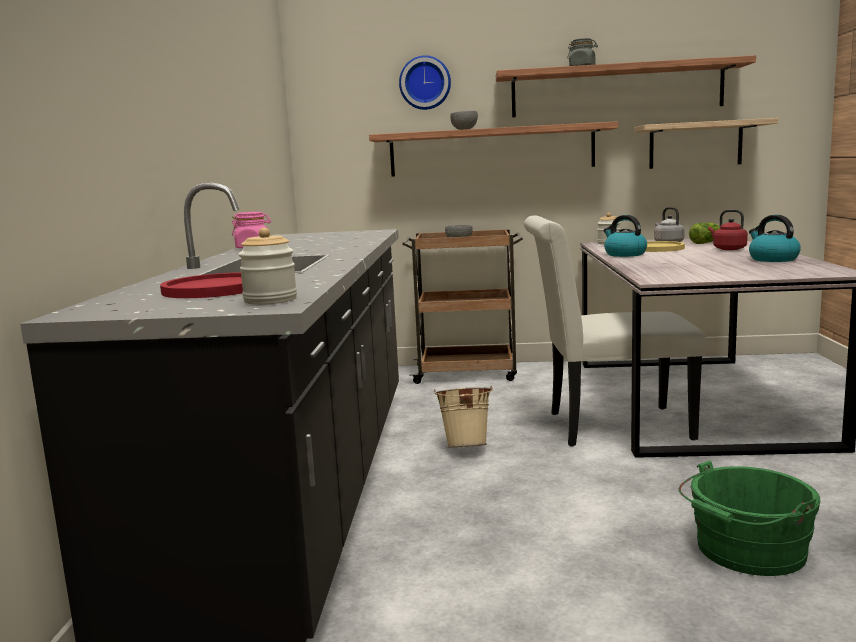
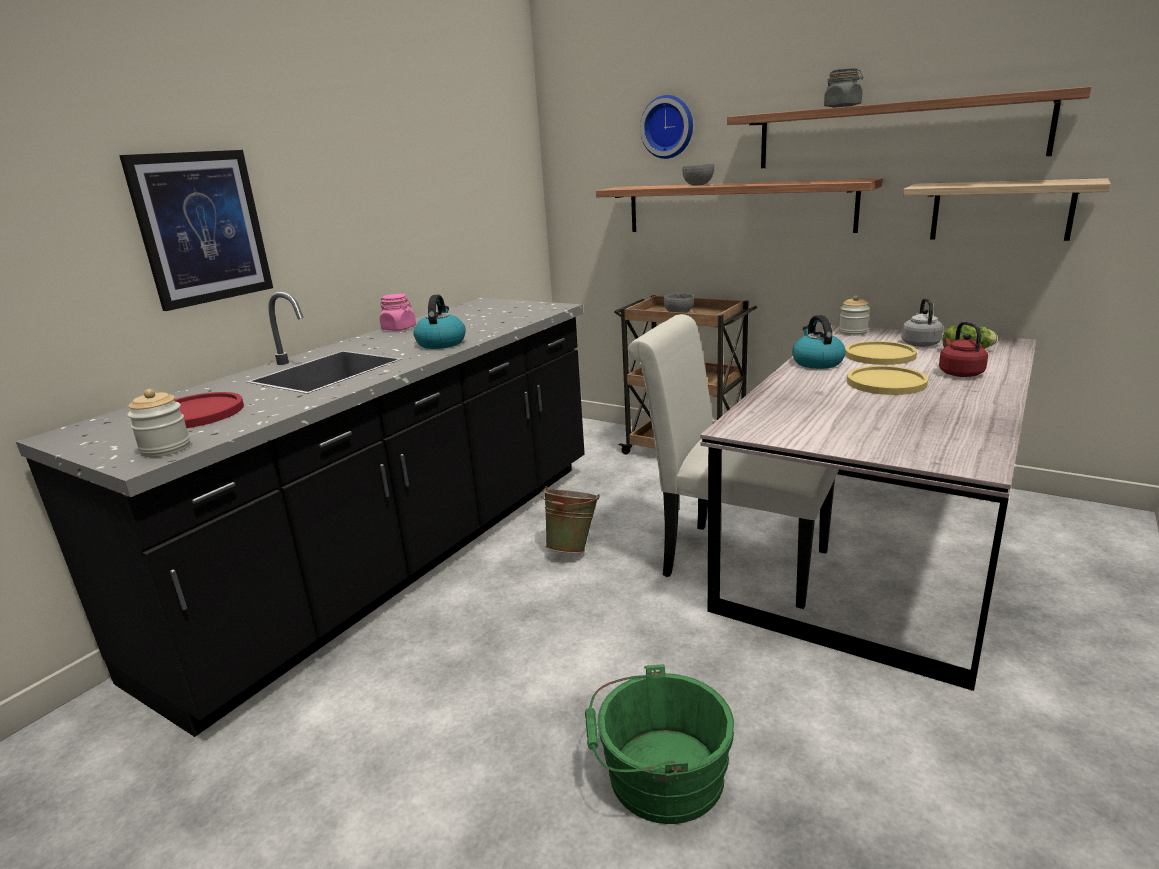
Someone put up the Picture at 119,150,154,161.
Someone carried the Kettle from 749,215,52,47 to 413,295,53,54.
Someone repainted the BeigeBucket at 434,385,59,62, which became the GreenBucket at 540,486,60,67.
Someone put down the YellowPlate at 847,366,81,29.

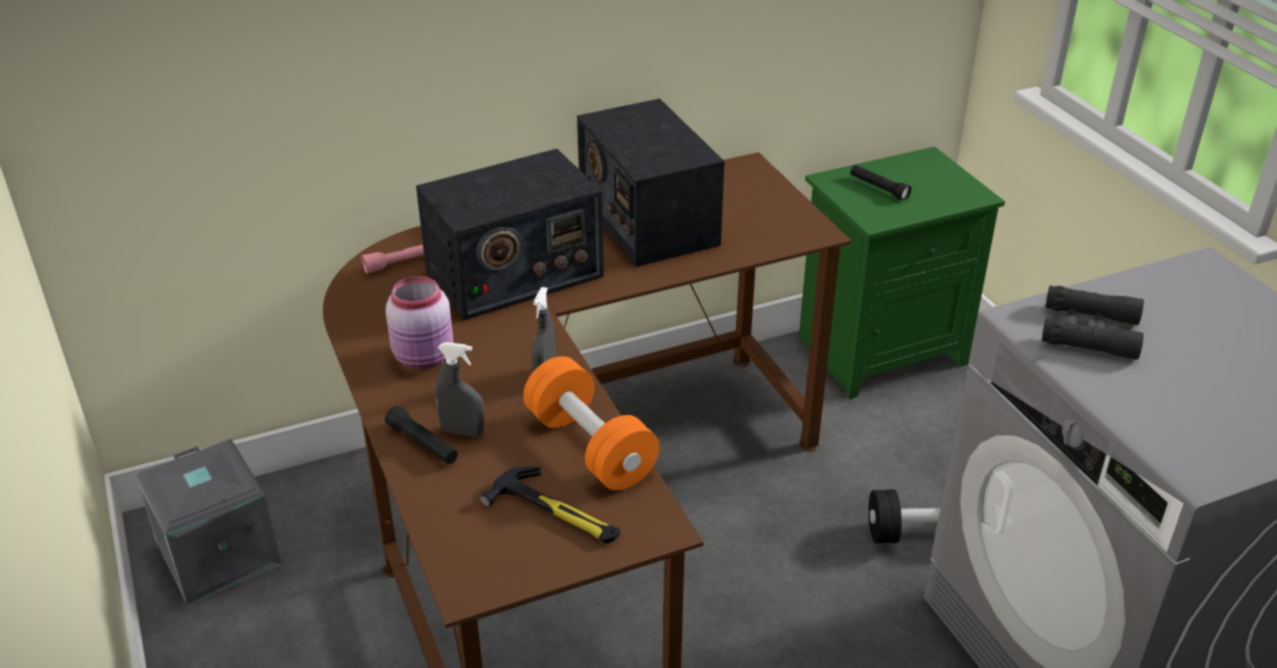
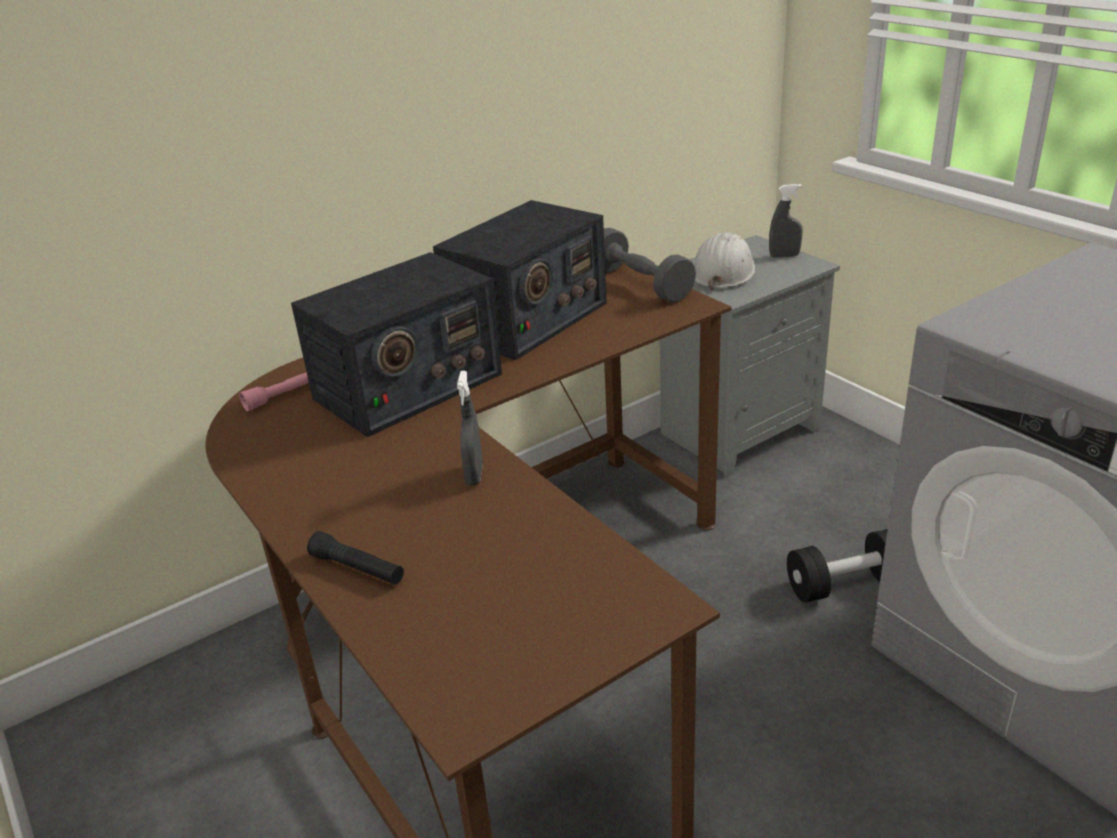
Someone rotated the Radio at 577,99,148,168 by 105 degrees counterclockwise.
Someone put down the GreyDumbbell at 604,228,92,75.
Someone repainted the GreenNightstand at 799,146,206,253, which became the GreyNightstand at 660,235,180,242.
Someone swapped the BlackFlashlight at 850,165,61,36 for the WhiteHardHat at 694,232,61,59.
Someone carried the GreySprayBottle from 435,342,49,94 to 769,184,34,74.
Someone took away the GreyStorageBox at 136,439,146,166.
Someone took away the PinkJar at 386,276,67,94.
Someone took away the Hammer at 480,466,140,78.
Someone took away the OrangeDumbbell at 523,356,137,135.
Someone took away the BlackBinoculars at 1042,286,102,74.

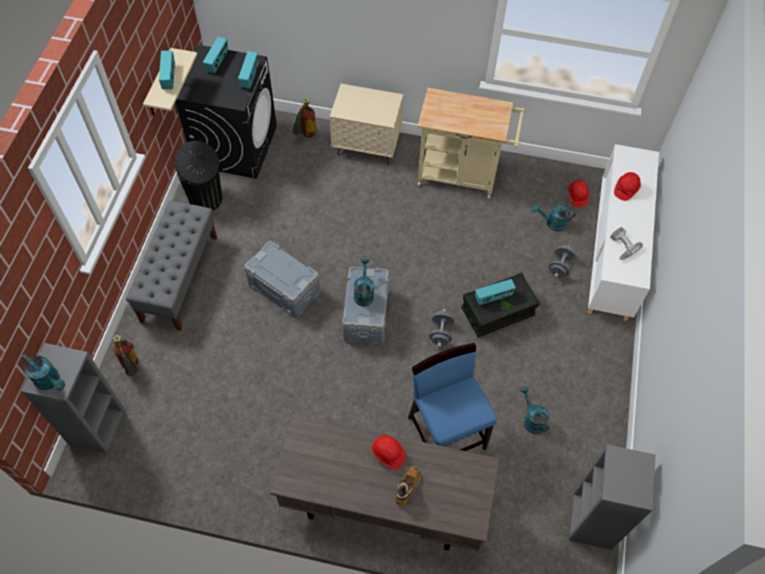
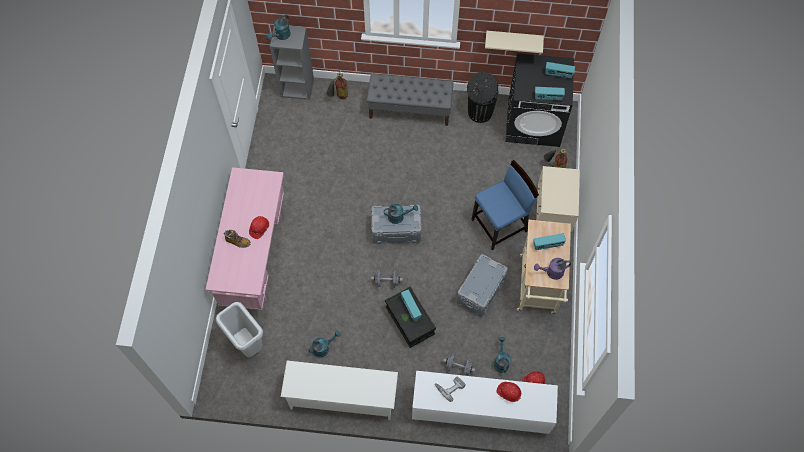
Someone repainted the BrownDesk at 270,414,229,137, which became the PinkDesk at 206,167,78,143.
Someone put down the GreyTrashCan at 216,302,47,55.
Someone put down the WhiteShoeRack at 281,361,117,59.
Someone carried the GreyStorageBox from 244,241,76,77 to 456,254,52,63.
Someone carried the BlueChair from 408,343,88,108 to 471,160,68,90.
Someone carried the Radio from 159,50,16,40 to 533,233,33,17.
Someone put down the PurpleWateringCan at 534,258,37,22.
Someone took away the GreyBookcase at 569,444,87,106.

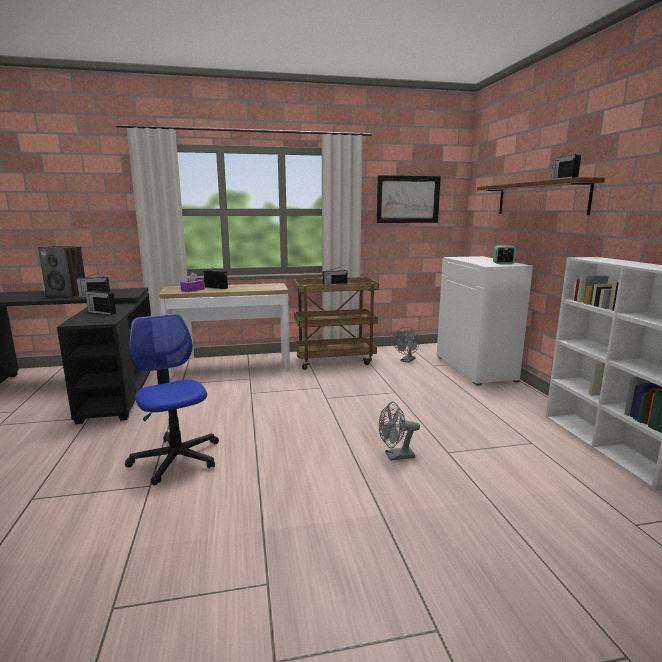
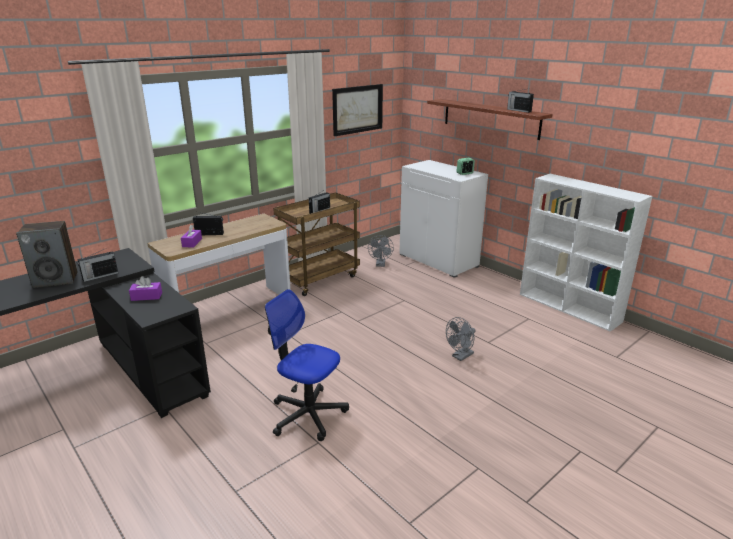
Someone swapped the Radio at 85,287,31,28 for the PurpleTissueBox at 129,276,33,25.

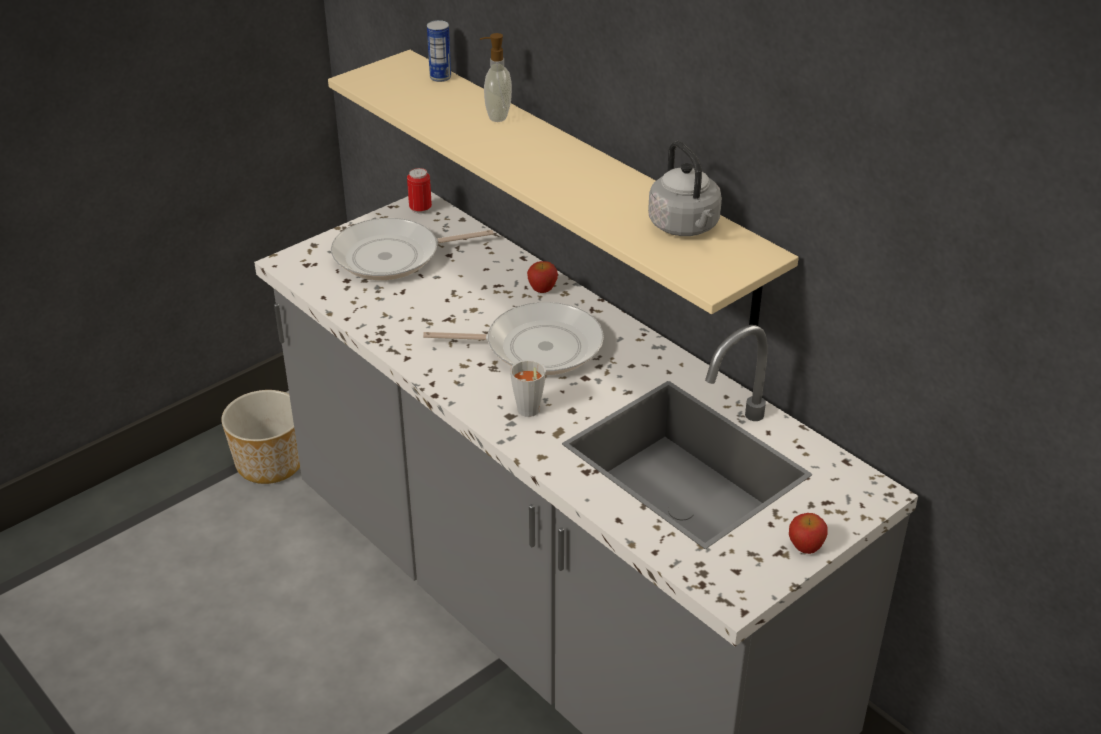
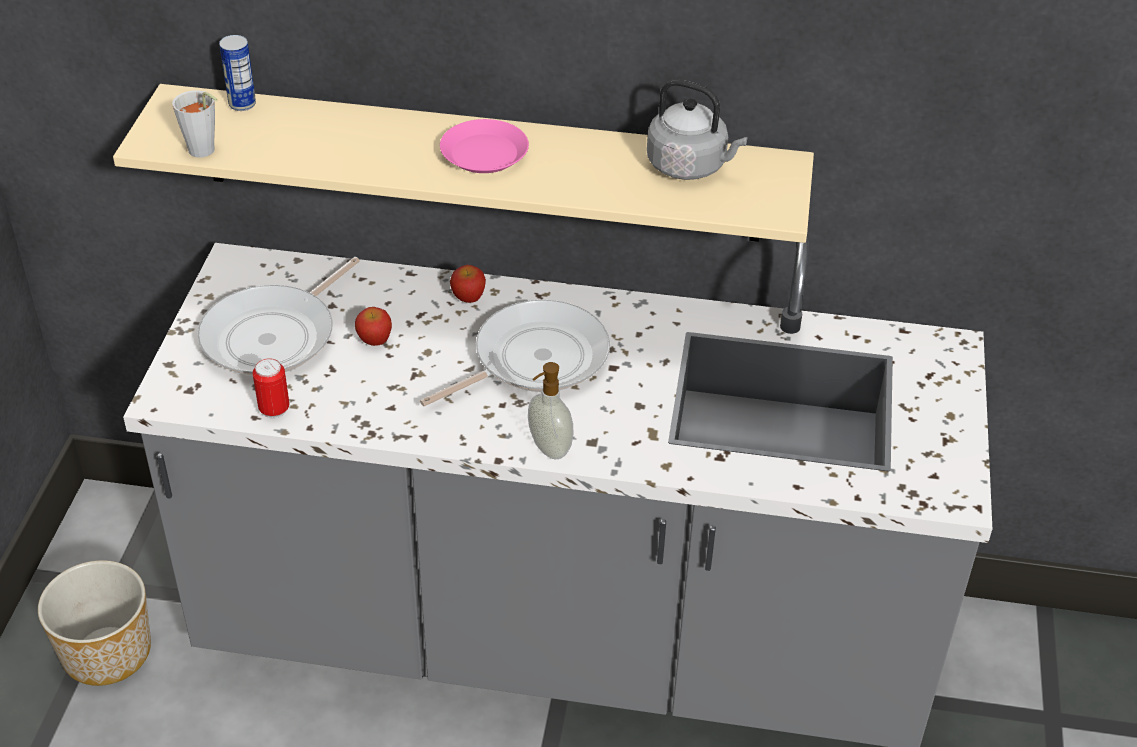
Someone carried the GreyCup from 510,359,36,58 to 172,90,45,68.
Someone carried the Can from 407,168,25,46 to 253,358,37,60.
Someone carried the Apple from 789,513,39,41 to 355,307,37,39.
Someone put down the PinkPlate at 440,119,89,54.
Someone carried the SoapDispenser from 480,33,32,89 to 528,362,45,97.

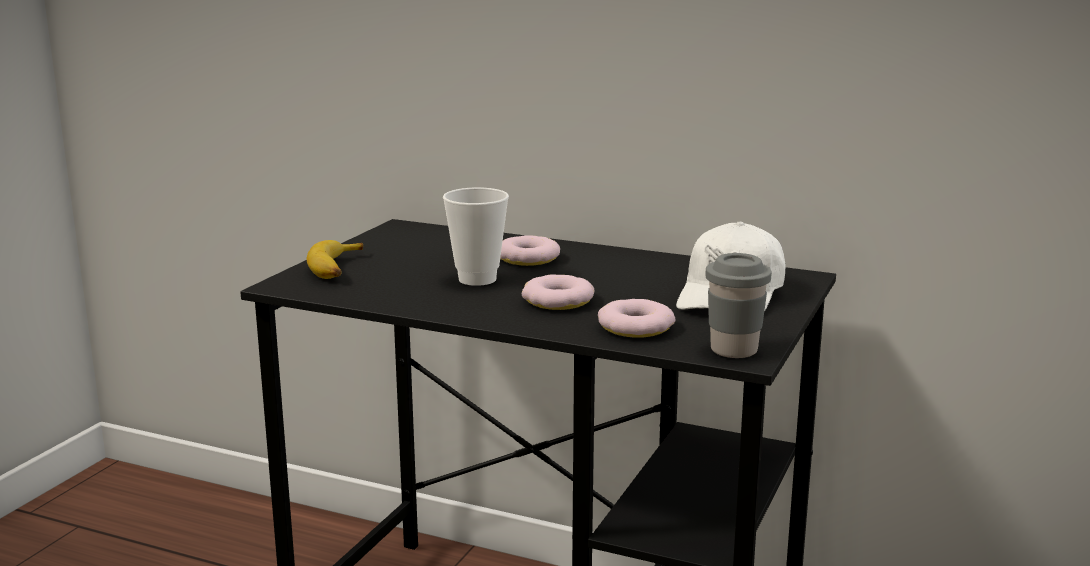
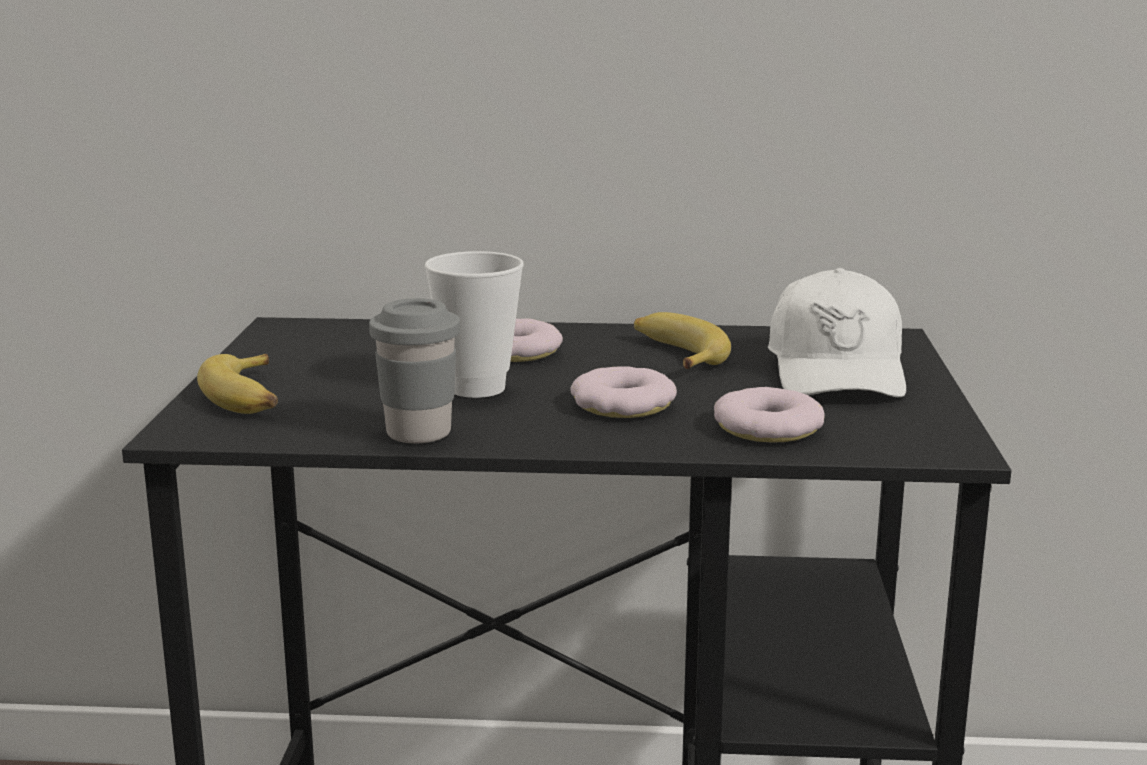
Someone carried the GreyCup from 705,253,67,105 to 369,298,91,146.
Someone put down the Banana at 634,312,97,57.

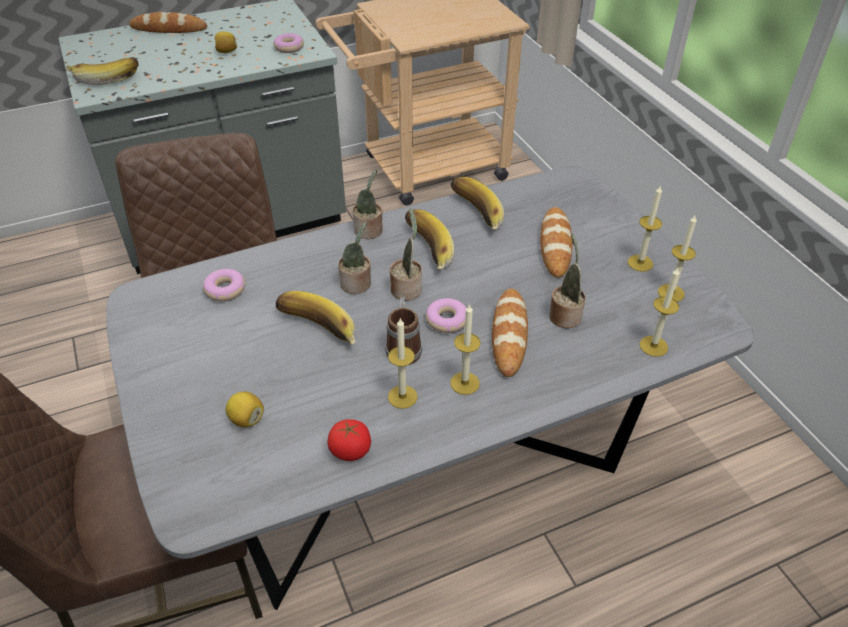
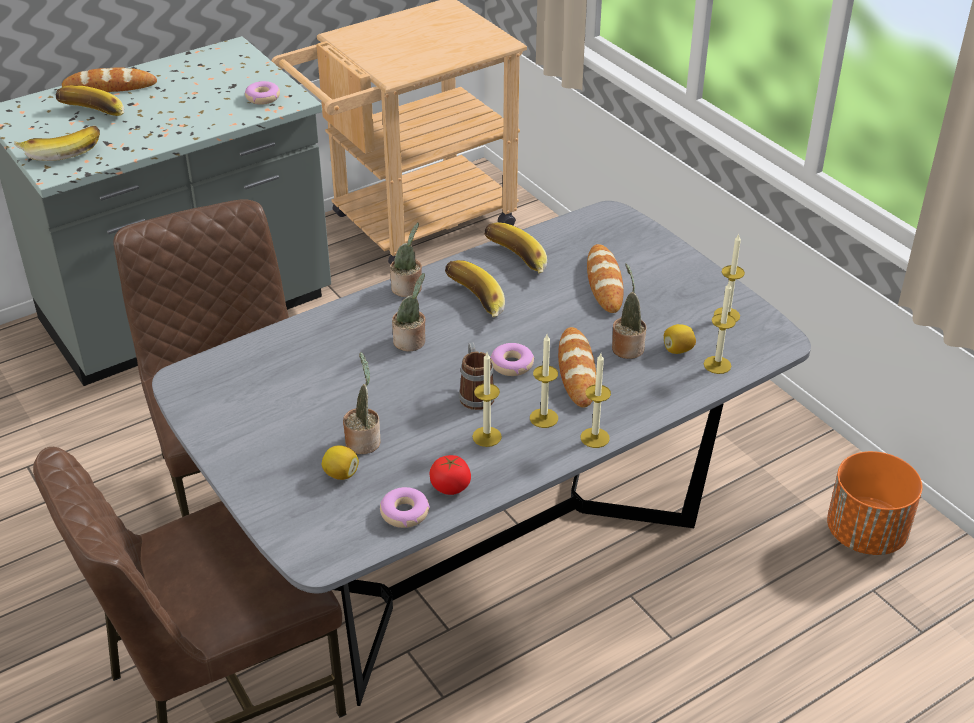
Someone carried the Banana from 276,291,80,54 to 56,85,68,31.
Someone carried the PottedPlant from 390,208,32,92 to 343,352,37,102.
Someone carried the Donut from 203,269,42,32 to 380,487,50,41.
Someone carried the Candle from 628,185,34,87 to 580,354,31,94.
Someone carried the Lemon from 215,31,22,22 to 664,324,32,30.
Someone put down the OrangePlanter at 827,451,95,104.

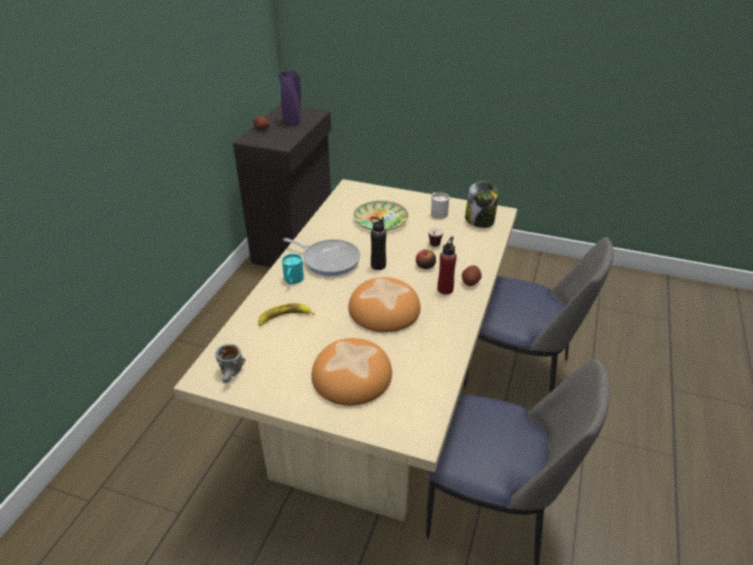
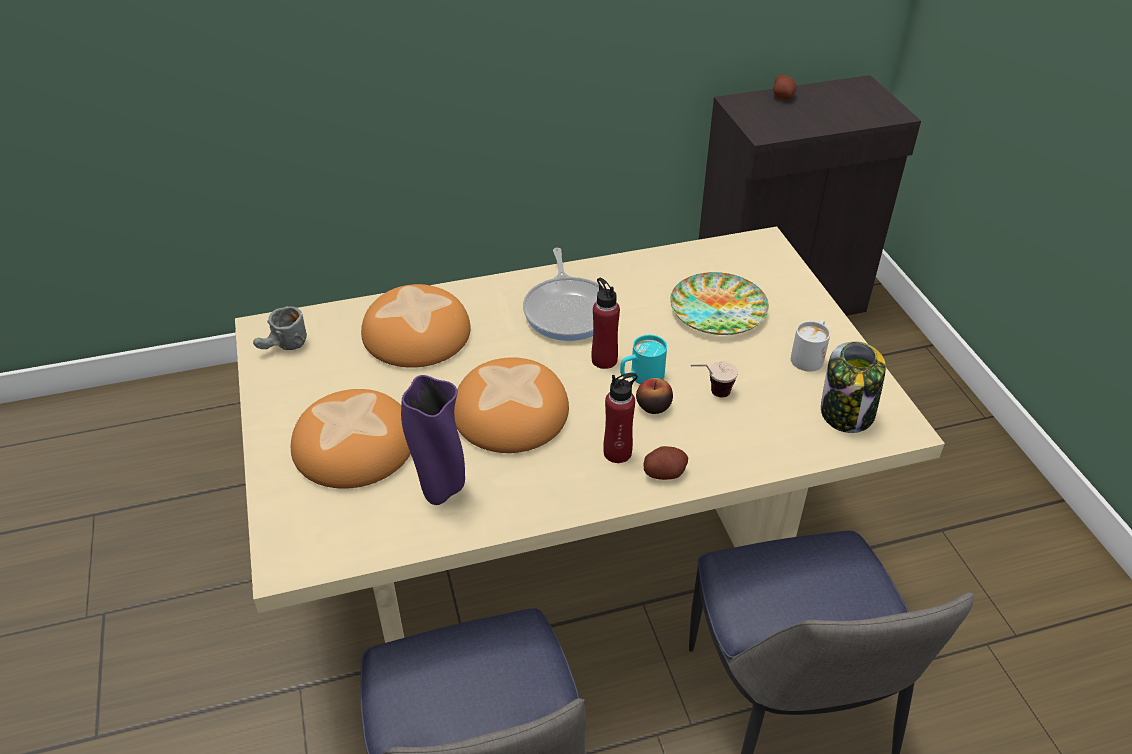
Someone swapped the Banana at 258,303,57,23 for the Bread at 361,284,110,84.
Someone carried the PurpleVase from 278,70,23,55 to 401,375,64,130.
Someone repainted the BlackBottle at 370,217,16,53, which became the RedBottle at 592,278,28,91.
Someone carried the TurquoiseMug from 282,254,22,30 to 620,335,47,49.

